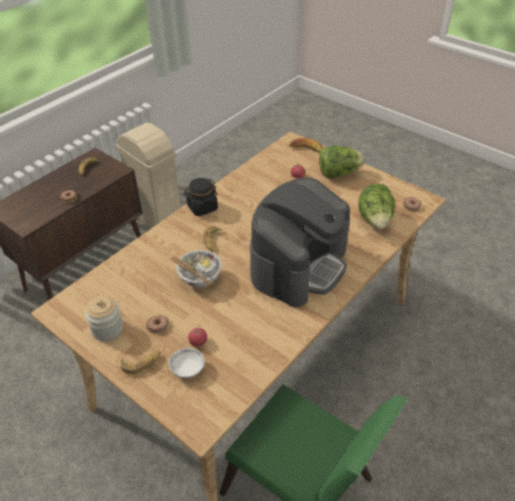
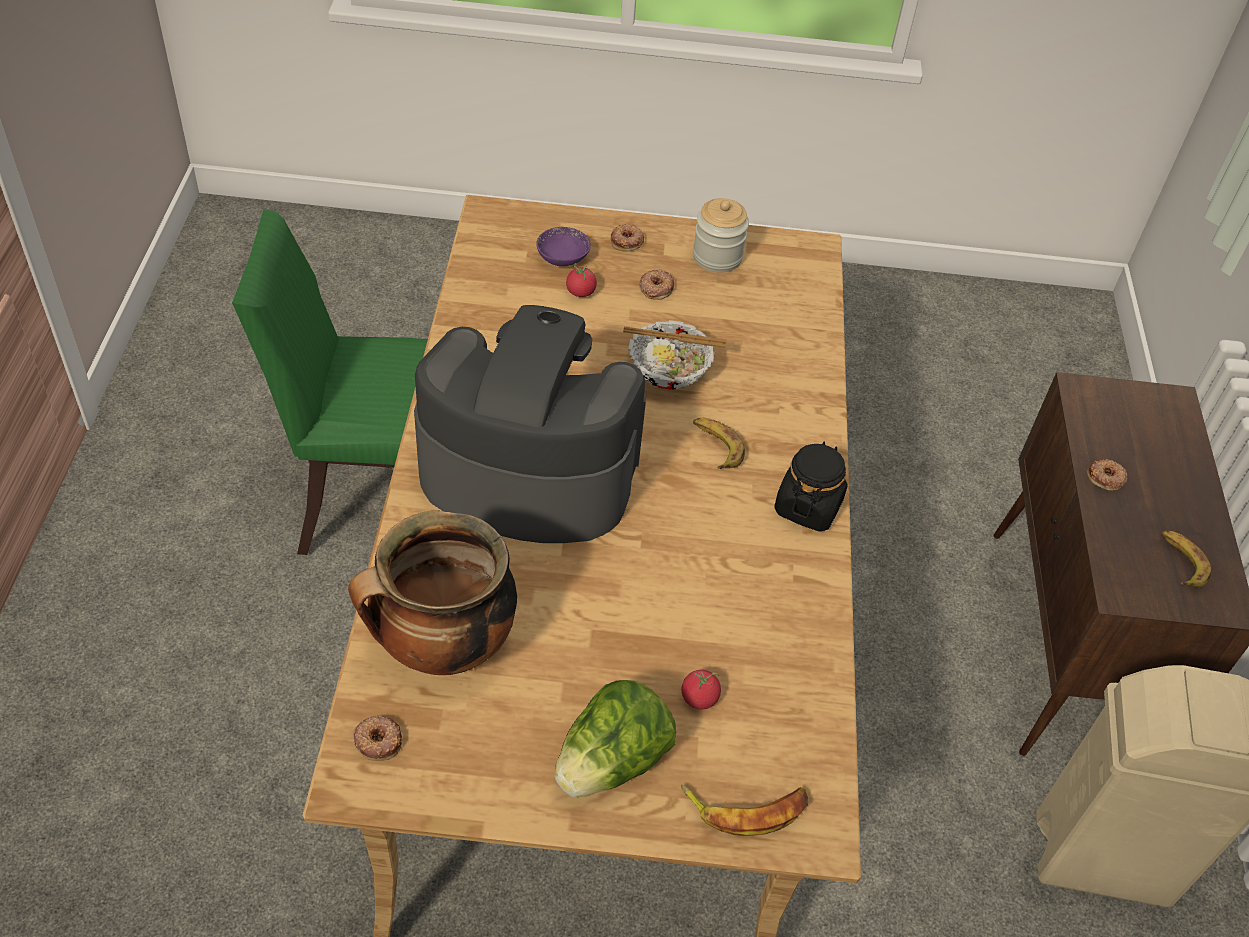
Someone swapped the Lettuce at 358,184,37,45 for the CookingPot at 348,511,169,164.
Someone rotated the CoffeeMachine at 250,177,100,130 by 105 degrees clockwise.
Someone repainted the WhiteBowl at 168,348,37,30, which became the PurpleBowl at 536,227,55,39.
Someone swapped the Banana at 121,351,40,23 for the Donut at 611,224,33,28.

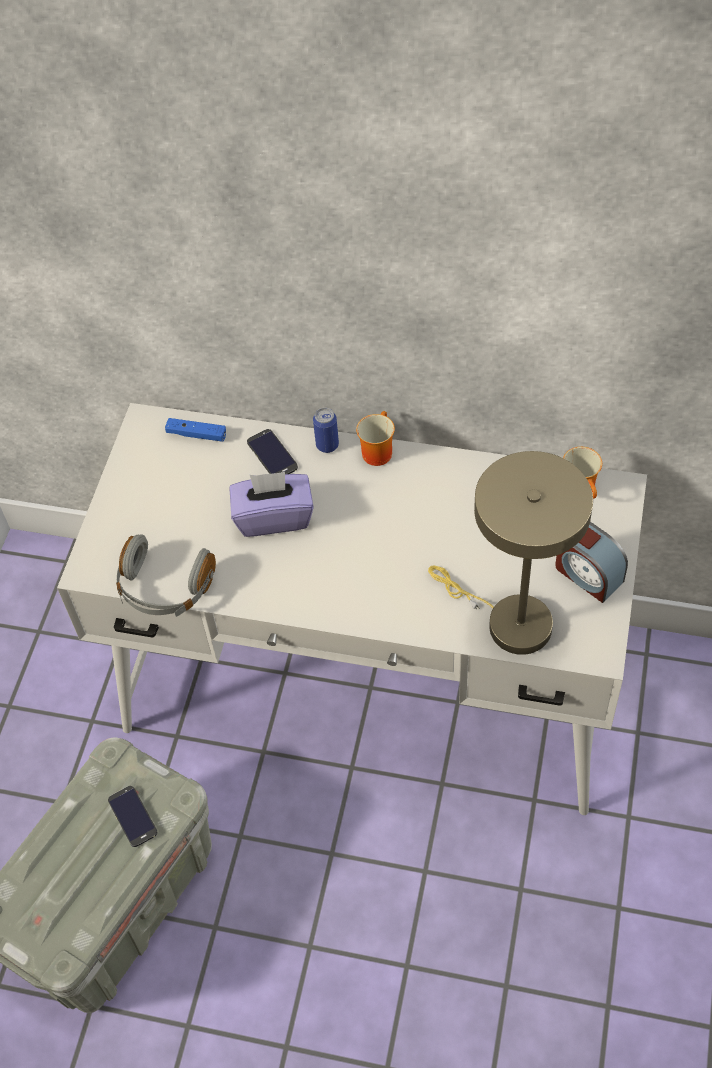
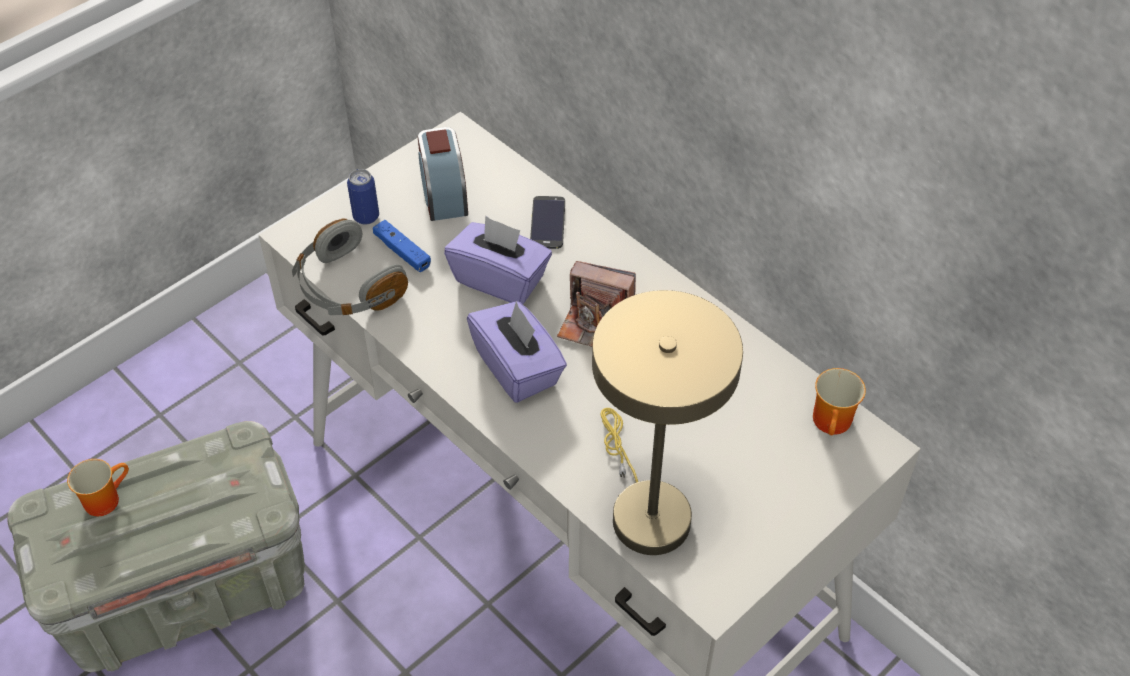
Someone carried the Mug from 356,411,39,55 to 67,459,62,57.
Someone carried the Can from 313,408,26,45 to 347,169,32,56.
Someone carried the BlueGameController from 165,418,61,24 to 373,220,58,52.
Someone carried the AlarmClock from 555,522,73,81 to 418,127,50,94.
Someone put down the PurpleTissueBox at 467,301,100,102.
Someone put down the PhotoCamera at 557,261,79,86.
Someone took away the Phone at 108,786,49,61.

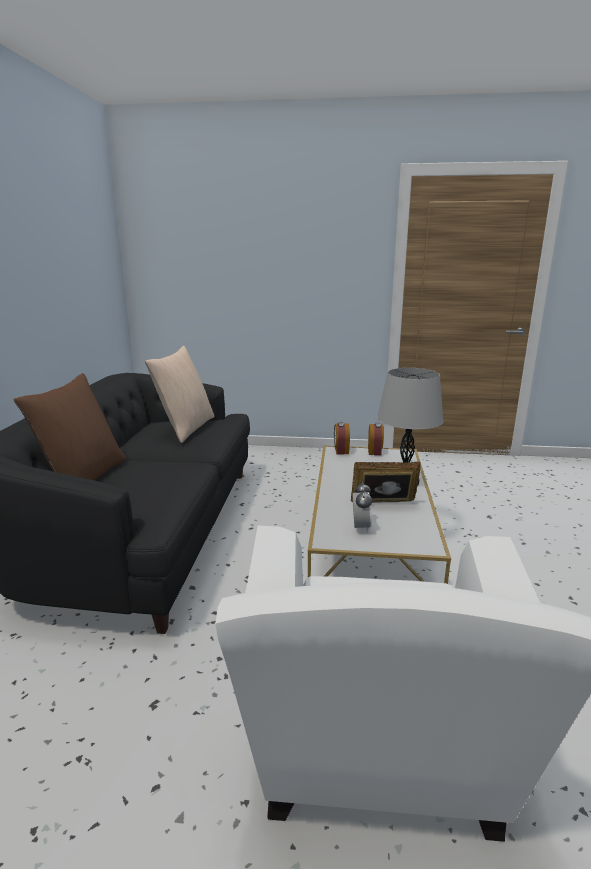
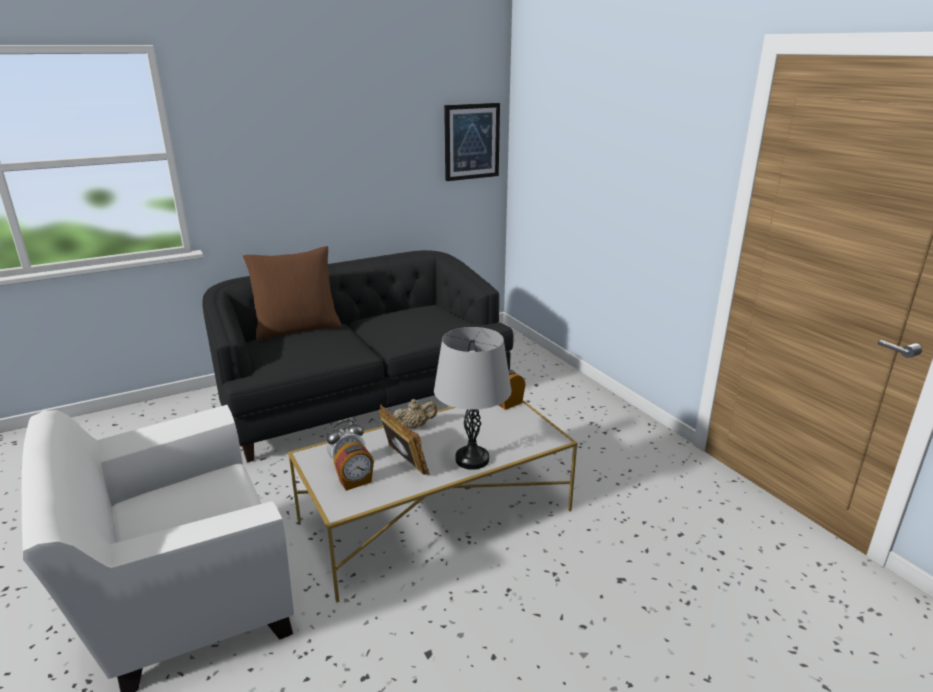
Someone carried the AlarmClock from 368,423,16,32 to 334,442,40,49.
Someone put down the BeigeTeapot at 393,399,44,30.
Someone put up the Picture at 444,103,56,78.
Someone took away the BeigePillow at 145,345,70,98.

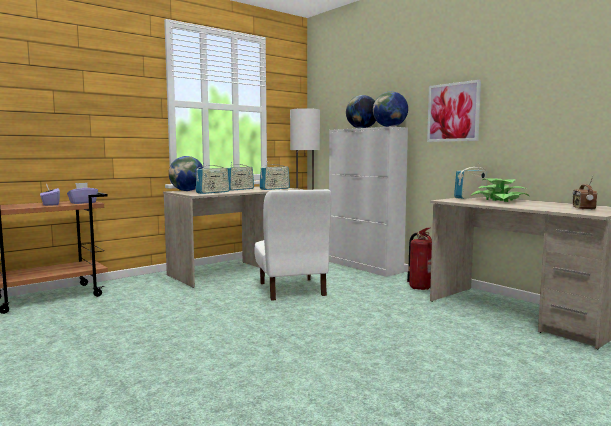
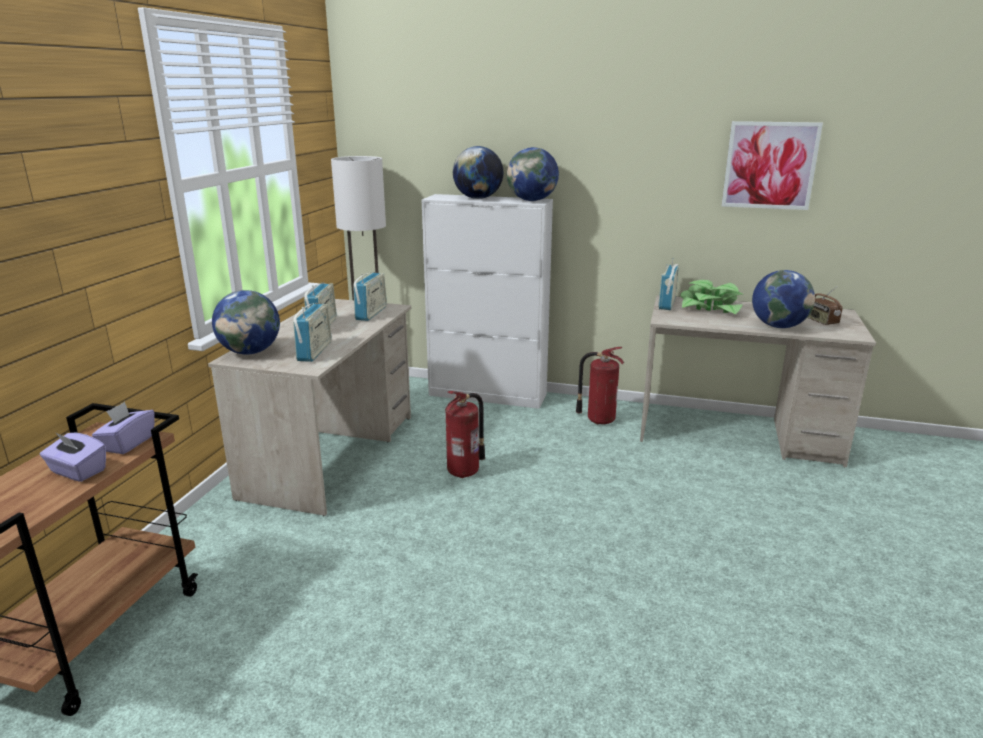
Someone swapped the WhiteChair at 254,189,77,112 for the FireExtinguisher at 445,391,40,87.
Someone carried the Picture from 427,80,54,62 to 722,121,101,89.
Someone put down the Globe at 752,270,63,58.

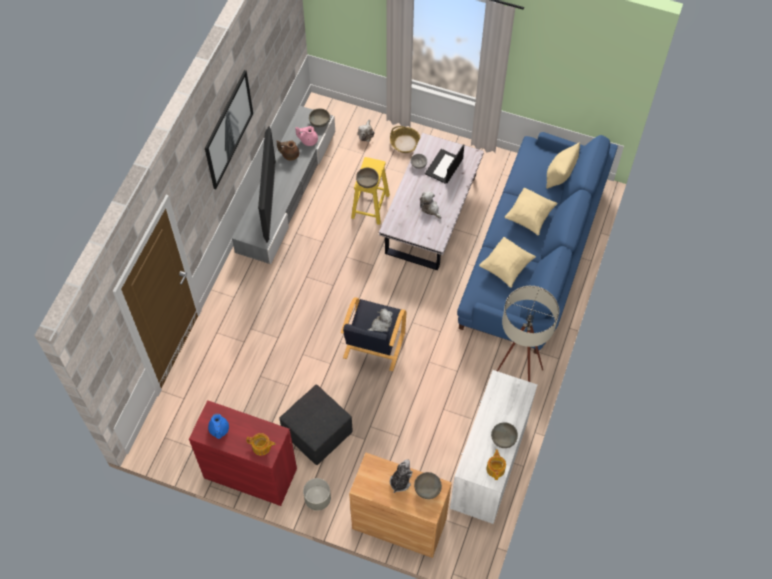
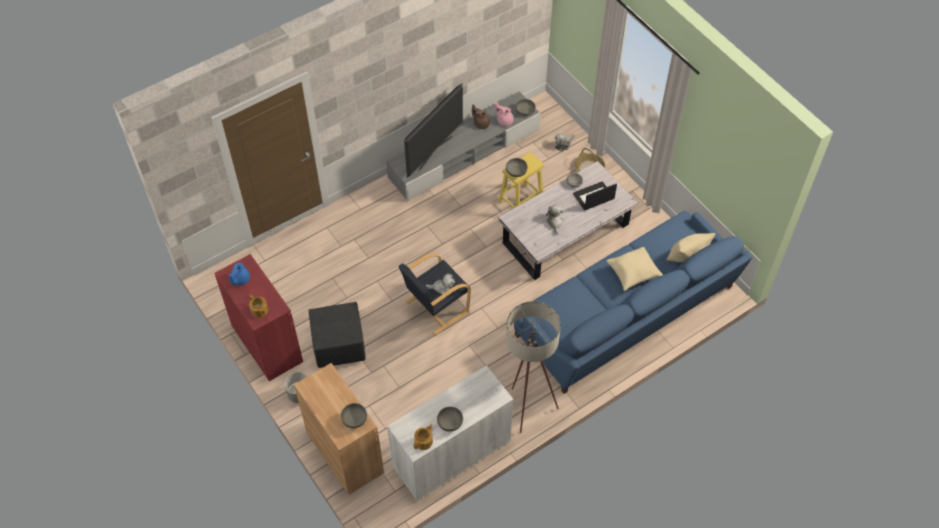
Someone took away the Picture at 205,70,48,119.
Someone took away the PlushToy at 390,459,23,34.
Someone took away the BeigePillow at 479,237,57,51.

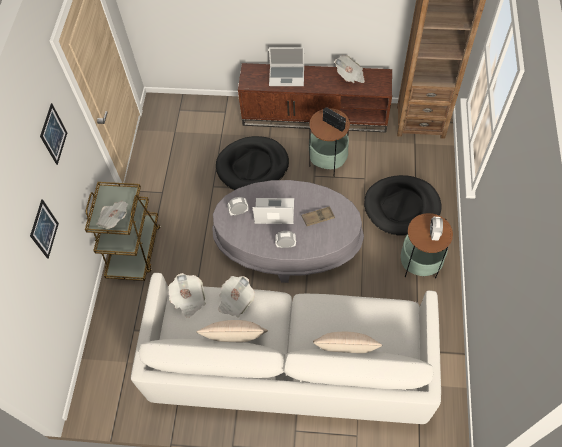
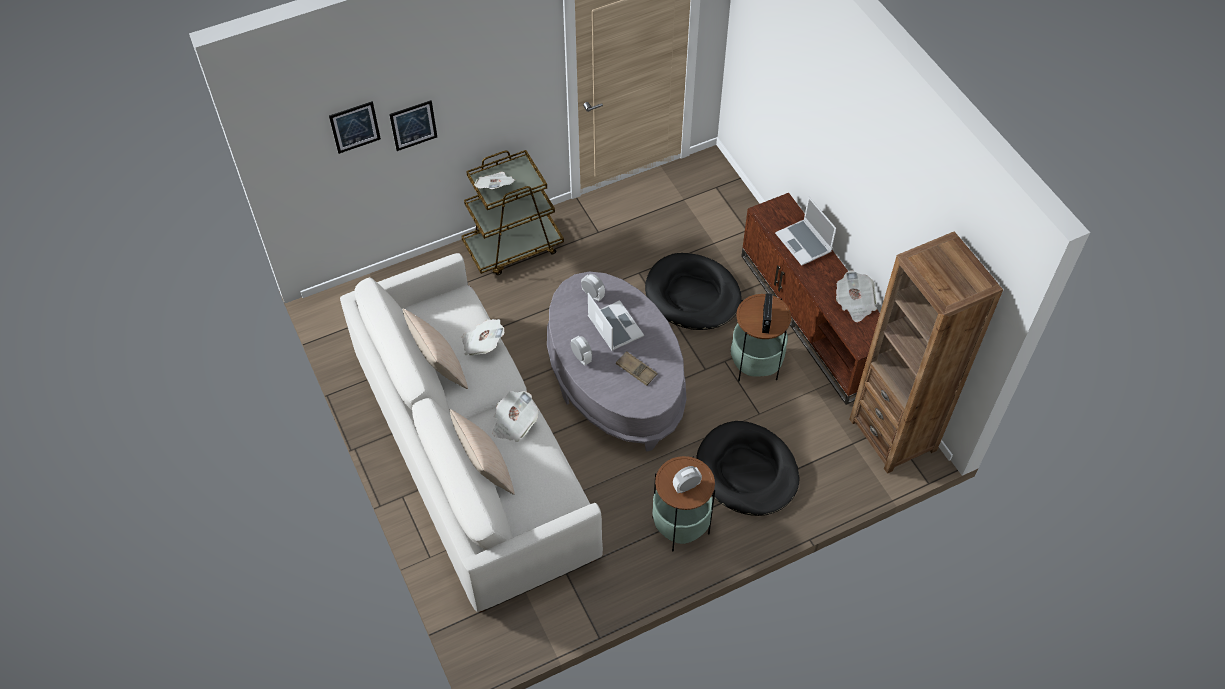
Someone carried the Picture from 40,103,27,62 to 329,101,52,53.
Someone carried the Newspaper from 168,273,38,45 to 492,391,46,51.

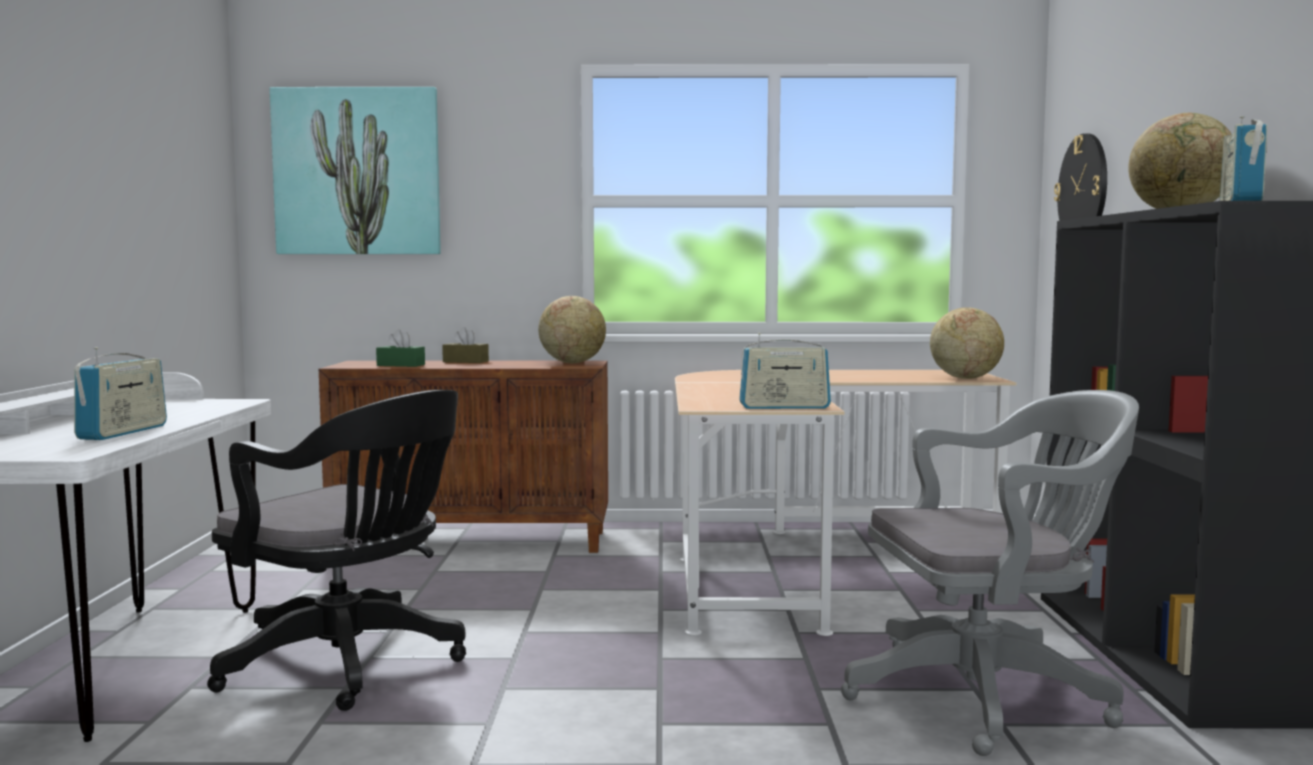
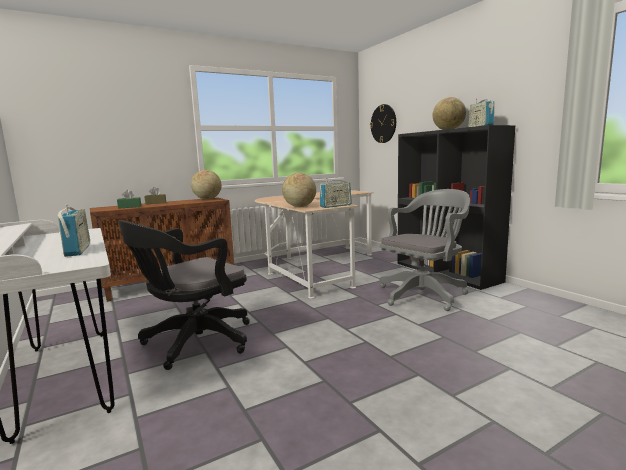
Someone rotated the BlackOfficeChair at 207,390,259,321 by 135 degrees clockwise.
Someone carried the Globe from 930,307,74,72 to 282,173,34,34.
Someone took away the Picture at 269,87,172,167.

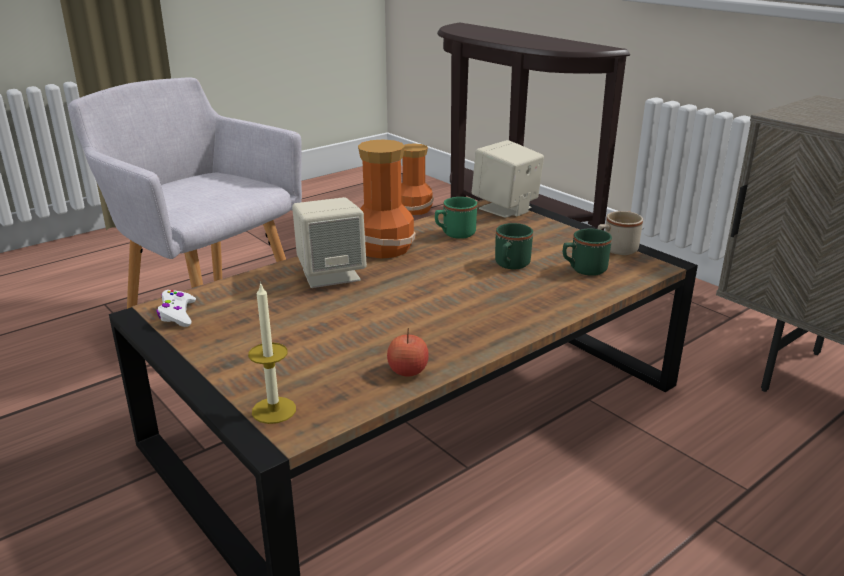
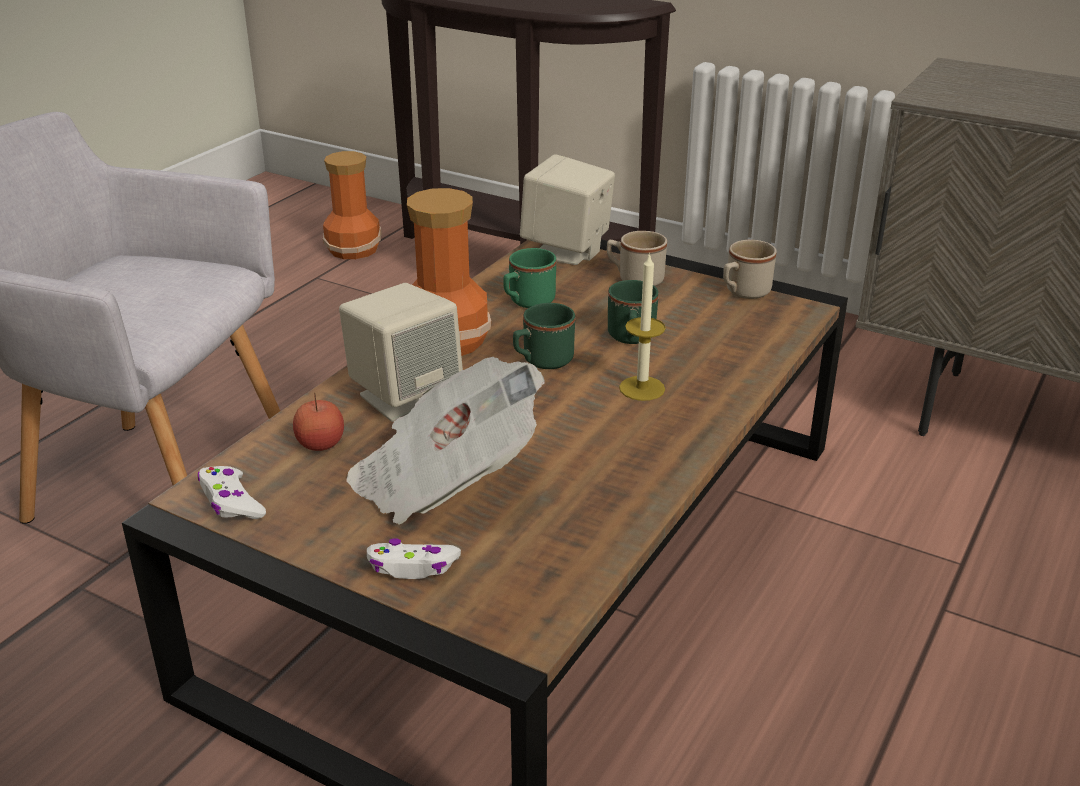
Someone carried the Apple from 387,328,42,48 to 293,393,51,58.
Someone put down the Newspaper at 346,357,199,168.
Someone put down the WhiteGameController at 367,538,94,41.
Someone carried the GreenMug from 563,229,49,47 to 513,303,62,66.
Someone put down the BeigeMug at 607,231,60,56.
Someone carried the Candle from 248,282,48,142 to 619,252,47,149.

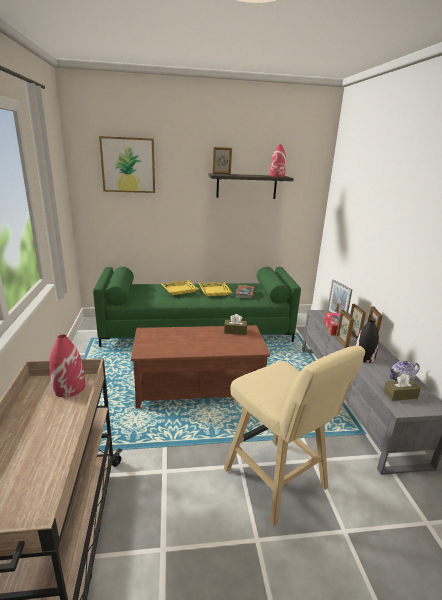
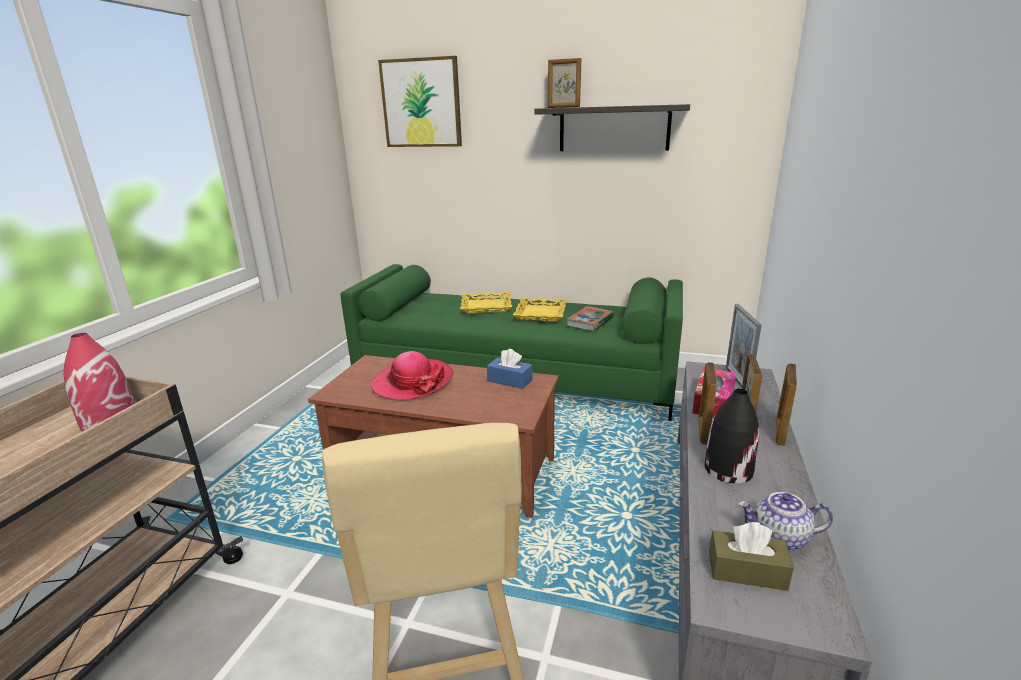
Someone put down the Hat at 371,351,82,49.
Someone repainted the BrownTissueBox at 224,314,23,21, which became the BlueTissueBox at 487,349,45,40.
Someone took away the RedVase at 270,144,16,33.

